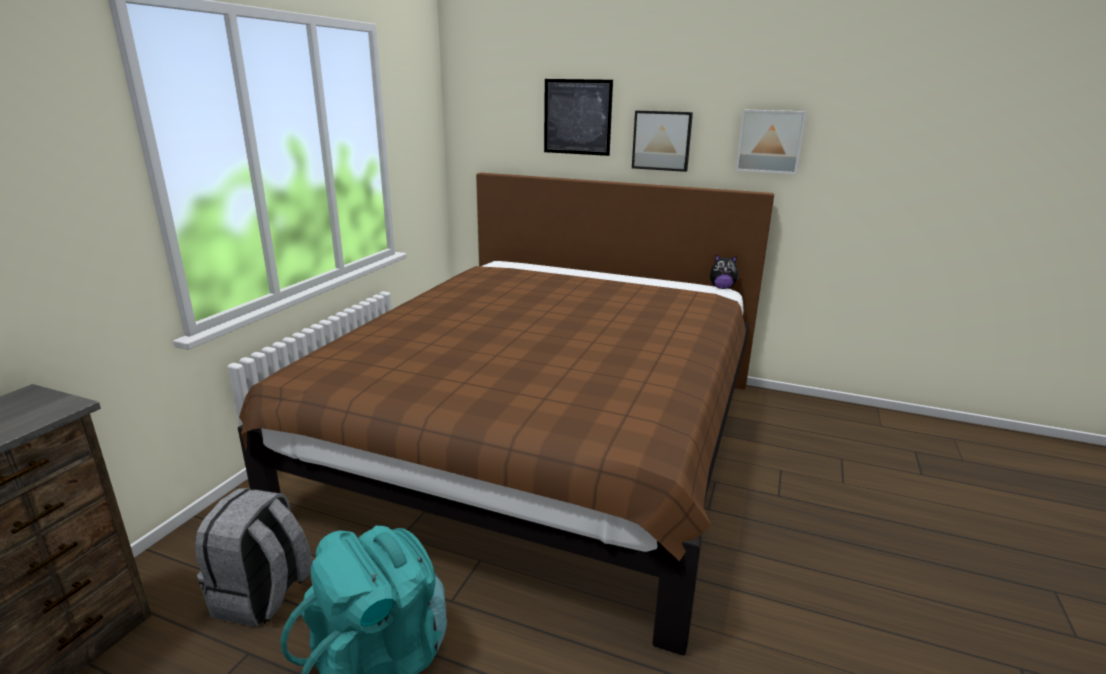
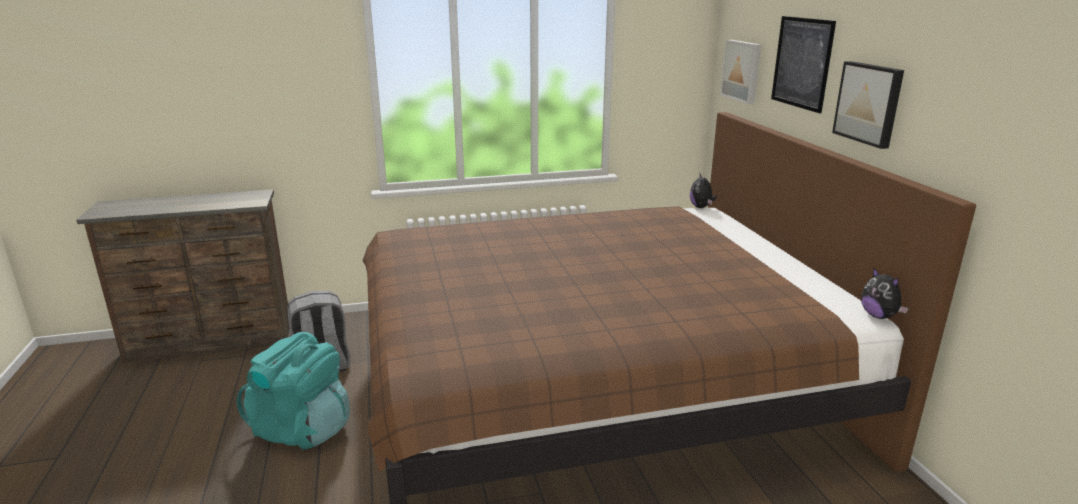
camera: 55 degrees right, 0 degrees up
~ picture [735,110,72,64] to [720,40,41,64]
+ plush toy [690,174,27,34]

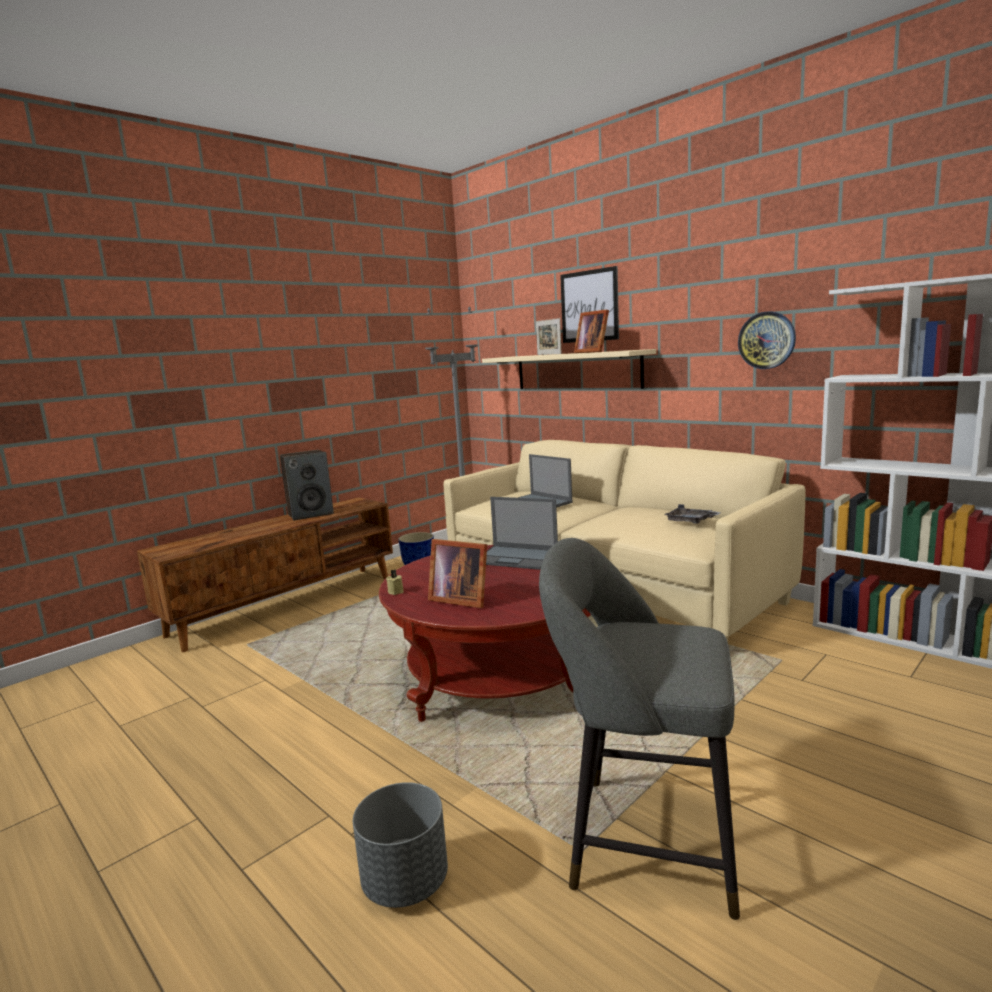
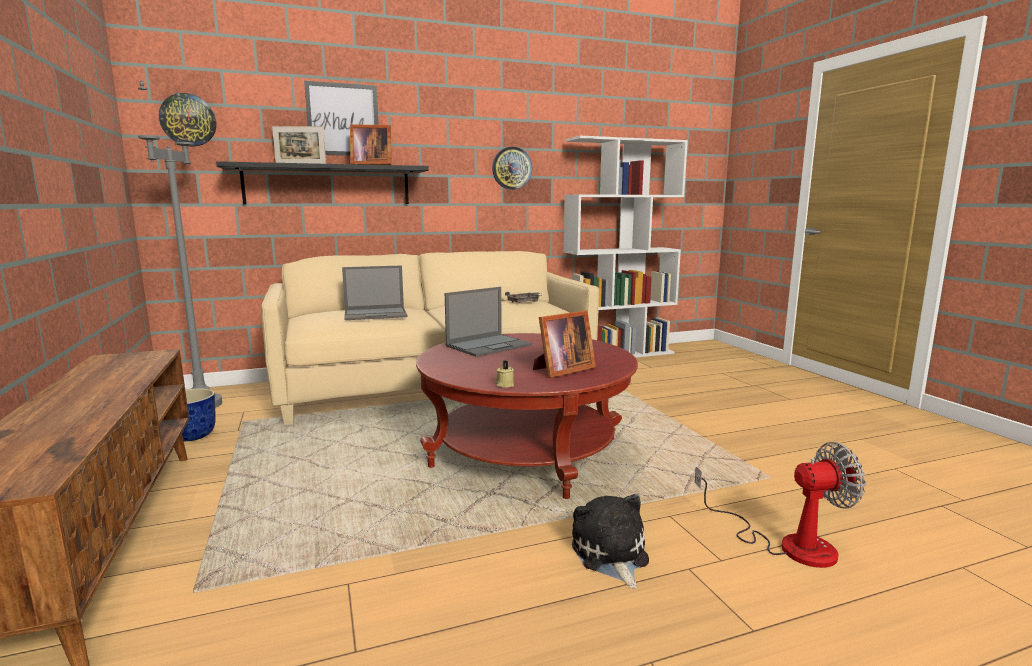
camera: 65 degrees left, 0 degrees up
- speaker [280,450,54,70]
~ grey planter [353,782,95,126] to fan [695,442,171,126]
~ beige shelf [482,349,174,40] to black shelf [216,161,213,43]
- grey stool [539,538,201,382]
+ wall clock [159,93,57,53]
+ plush toy [572,494,77,94]

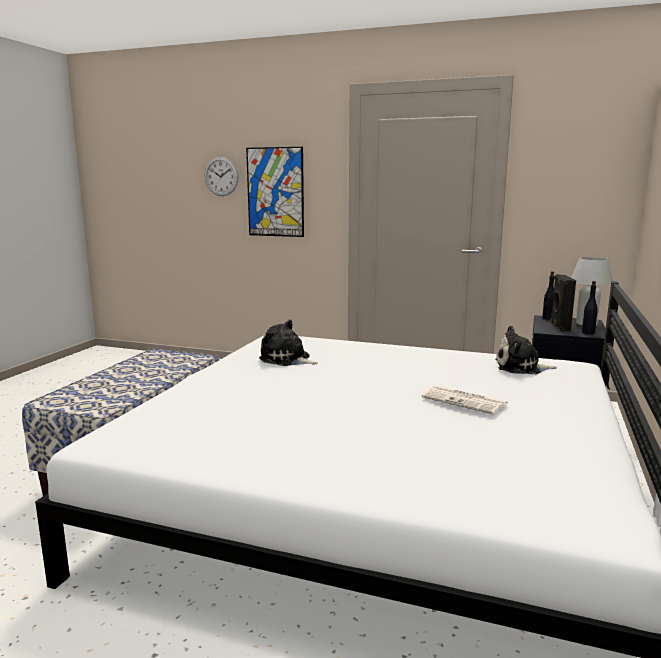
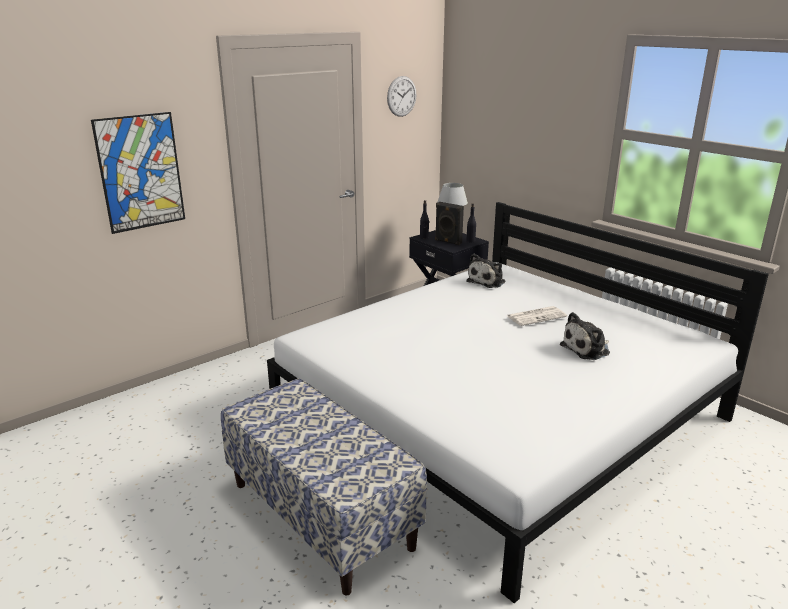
camera: 60 degrees left, 10 degrees up
~ wall clock [204,157,35,39] to [387,76,29,41]
~ plush toy [259,319,59,47] to [560,312,50,48]

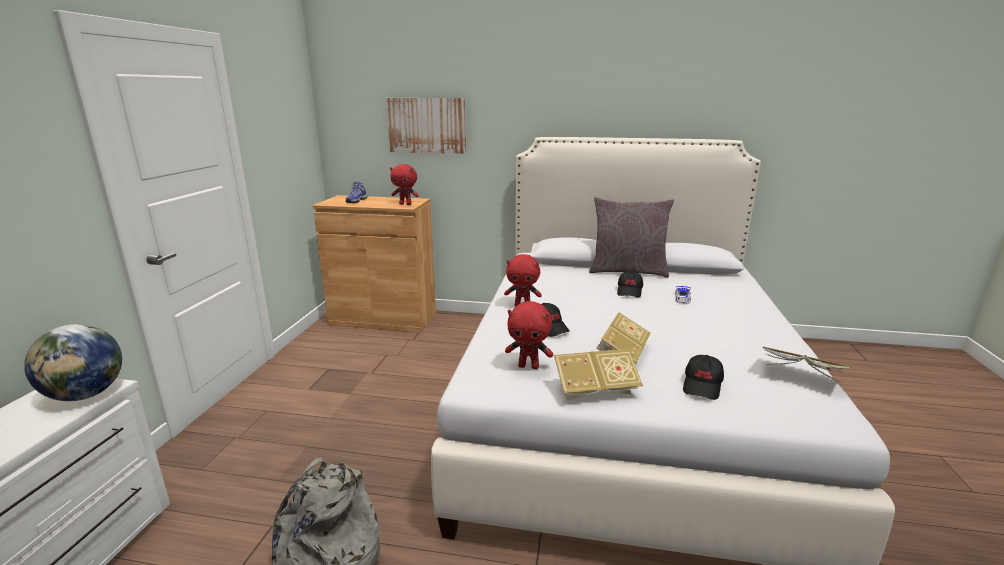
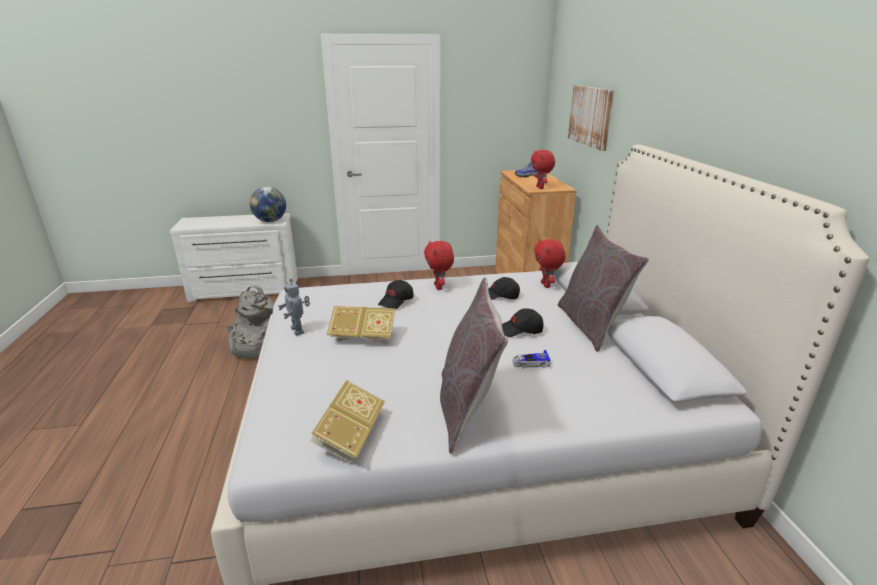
camera: 70 degrees right, 5 degrees up
~ red plush toy [505,301,48,68] to [534,239,31,49]
~ book [554,349,89,52] to toy robot [278,279,32,57]
~ black cap [683,355,41,45] to [488,277,32,23]
+ grey pillow [440,278,68,176]

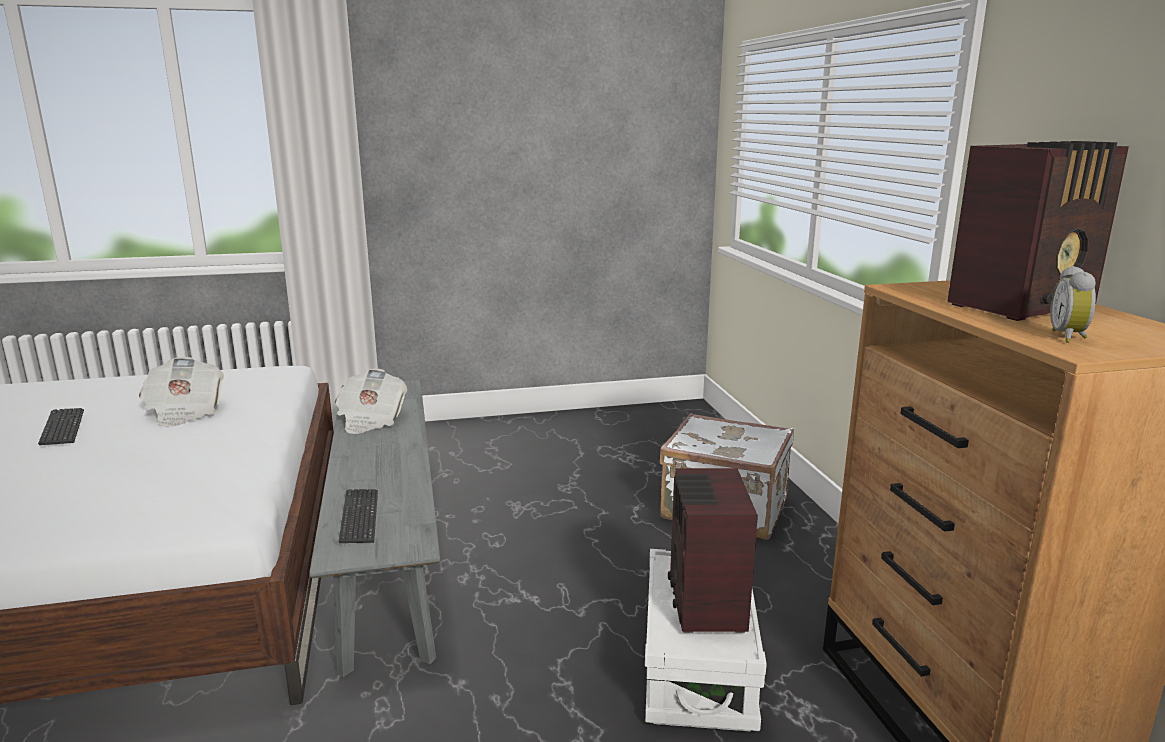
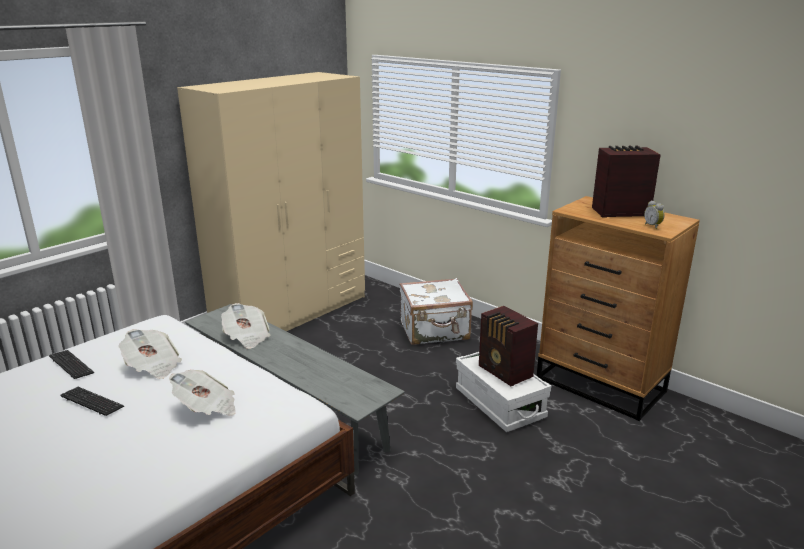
camera: 35 degrees left, 5 degrees up
~ keyboard [339,489,39,54] to [49,350,45,29]
~ radio [947,141,182,180] = [592,146,69,72] 120 degrees counterclockwise
+ newspaper [169,370,66,46]
+ beige wardrobe [177,72,188,259]

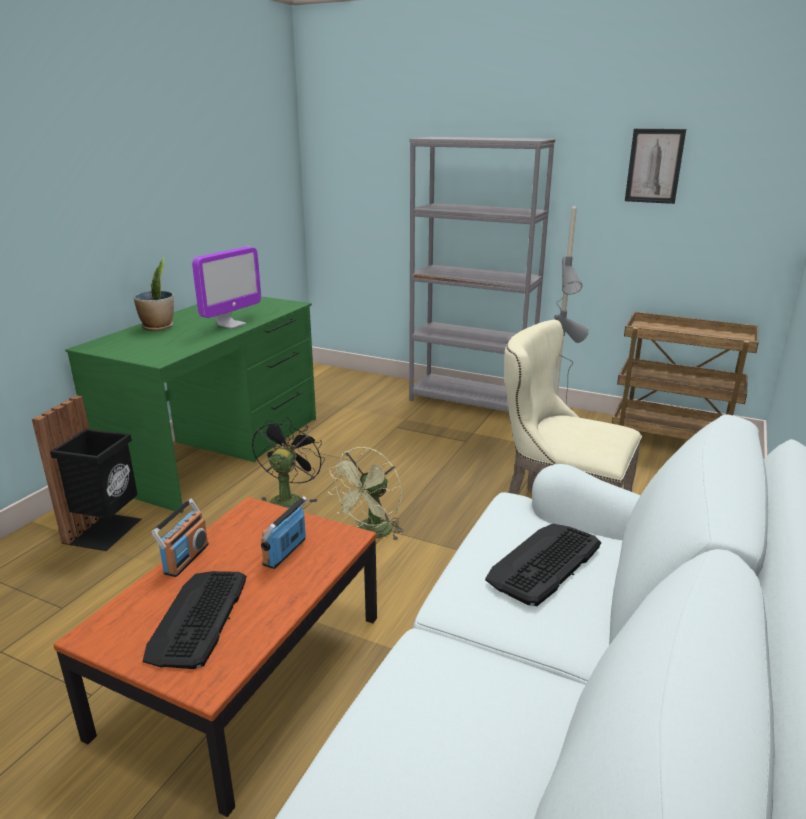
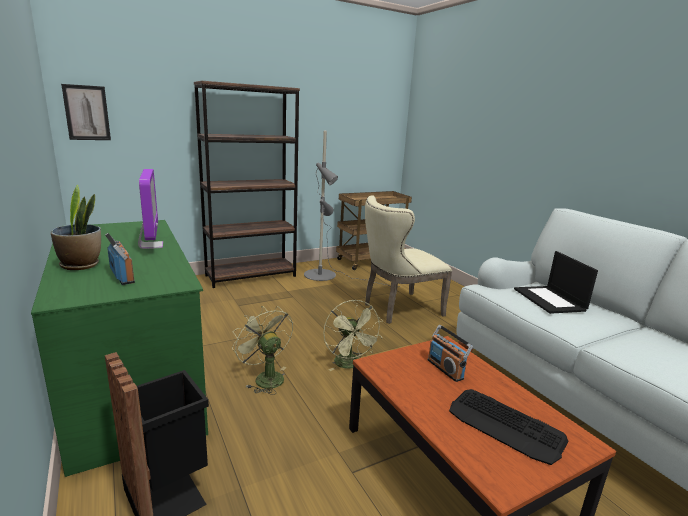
camera: 55 degrees left, 5 degrees down
~ radio [151,499,58,78] to [105,233,30,52]
~ black fan [252,417,73,91] to green fan [232,306,61,89]
~ grey bookcase [409,137,147,275] to brown bookcase [194,81,106,207]
~ keyboard [485,524,116,82] to laptop [514,251,84,63]
~ picture [625,129,61,75] to [61,84,50,56]

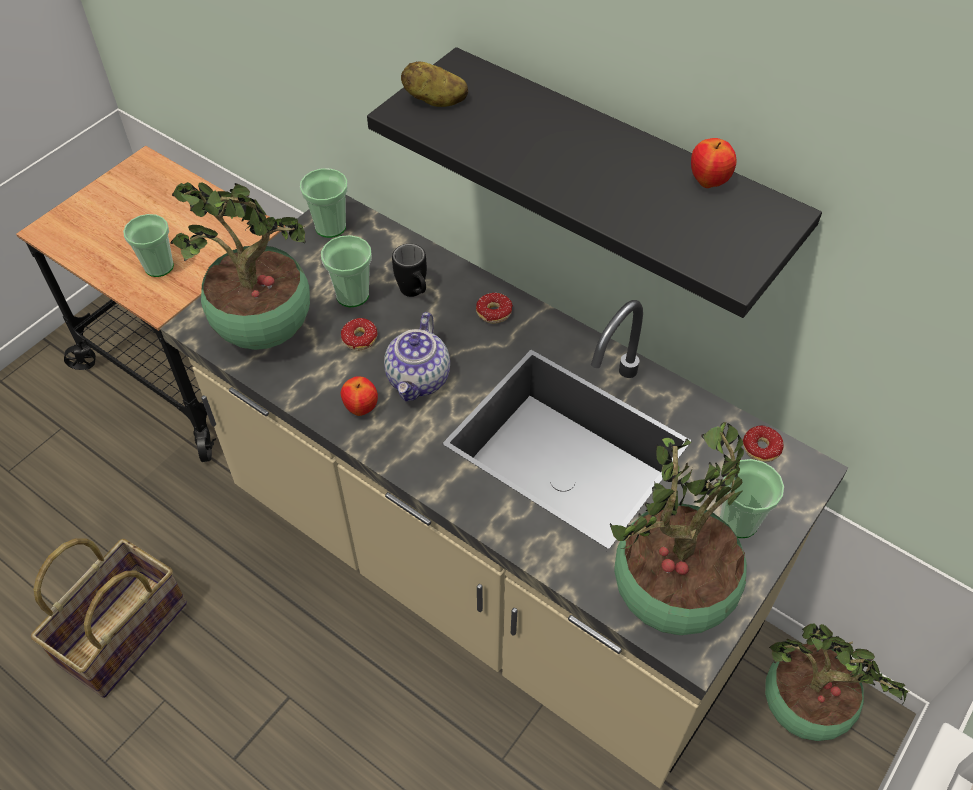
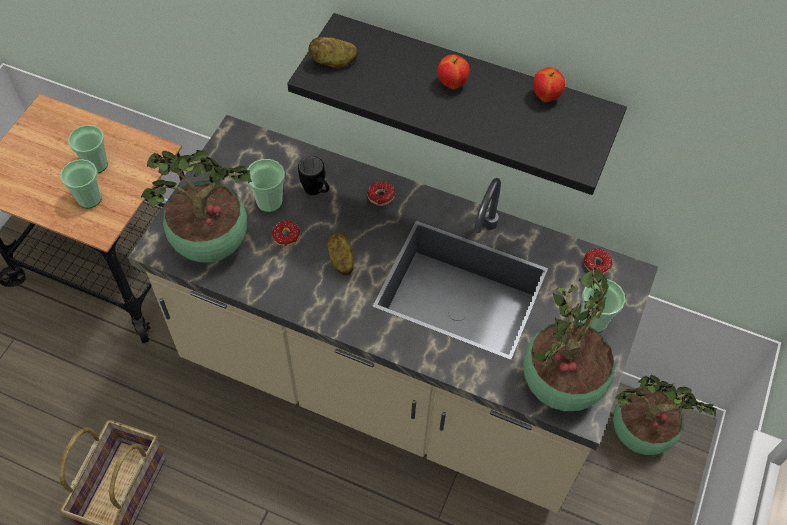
camera: 15 degrees left, 5 degrees up
~ cup [300,168,48,70] to [68,125,40,48]
~ apple [341,376,37,40] to [438,54,32,35]
~ teapot [384,312,66,89] to potato [328,232,26,43]

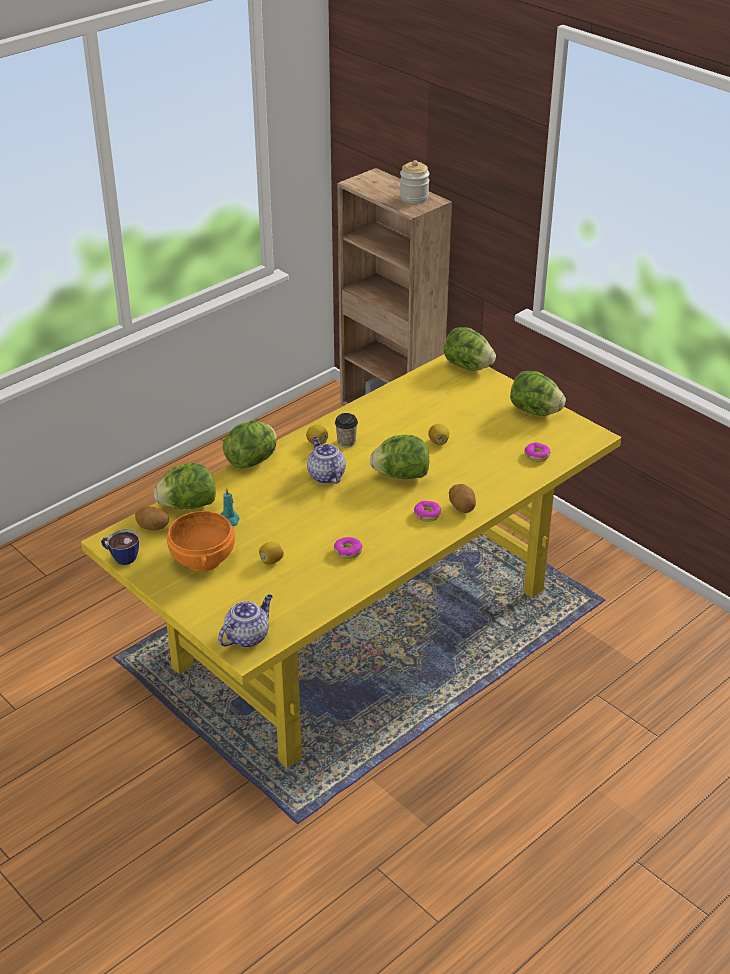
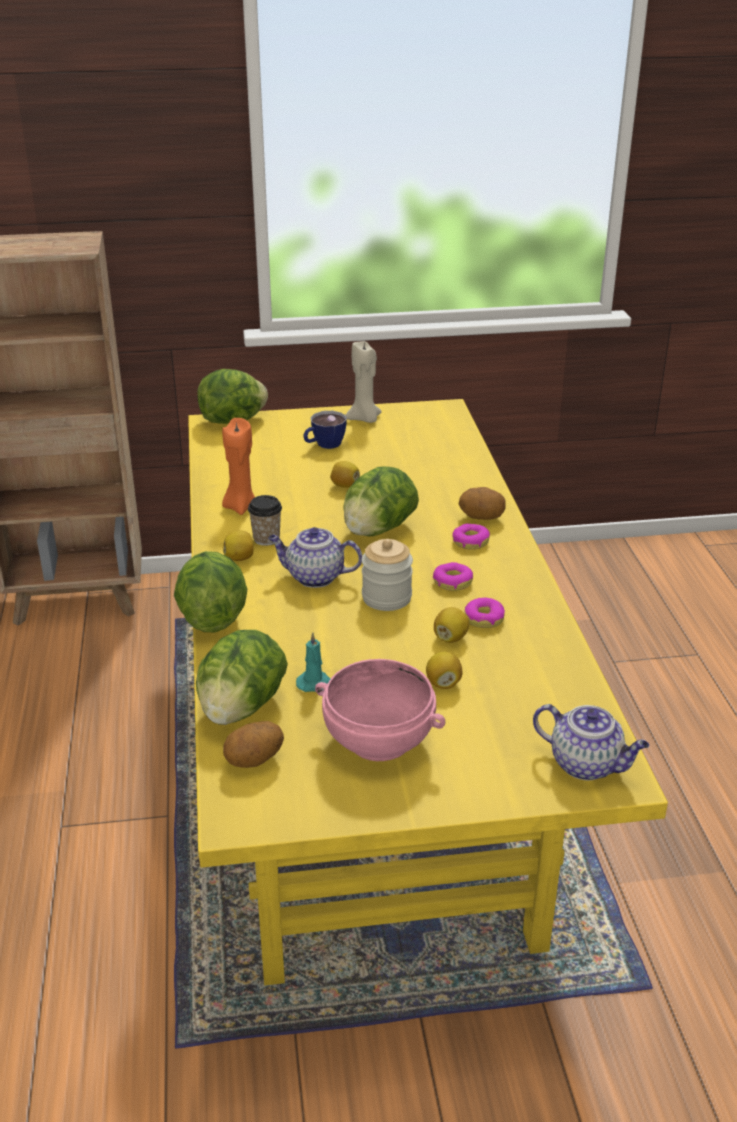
camera: 55 degrees left, 5 degrees down
~ cup [101,529,38,36] to [303,411,44,38]
~ orange bowl [167,511,68,61] to pink bowl [315,659,130,102]
~ teapot [218,594,55,54] = [533,704,116,76] 135 degrees clockwise
~ jar [400,160,30,44] to [362,539,51,72]
~ lettuce [510,371,56,45] to beige candle [346,341,36,82]
~ donut [524,442,27,20] to [433,562,40,29]
+ orange candle [222,418,33,97]
+ lemon [434,607,35,36]

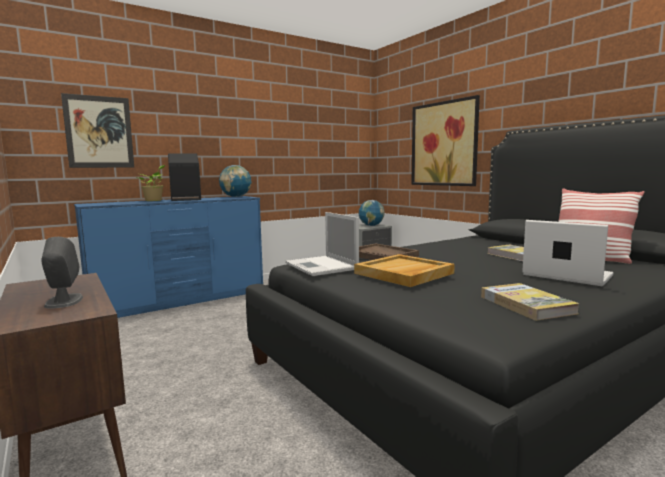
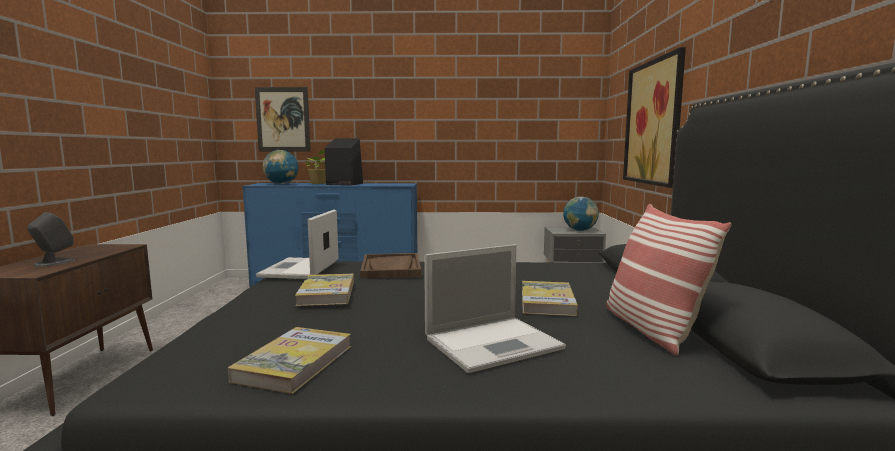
camera: 35 degrees right, 0 degrees up
~ globe [219,165,33,32] to [263,150,36,34]
~ beige tray [354,254,101,33] to book [295,274,59,32]
~ laptop [522,220,91,66] = [424,244,142,129] 75 degrees clockwise

